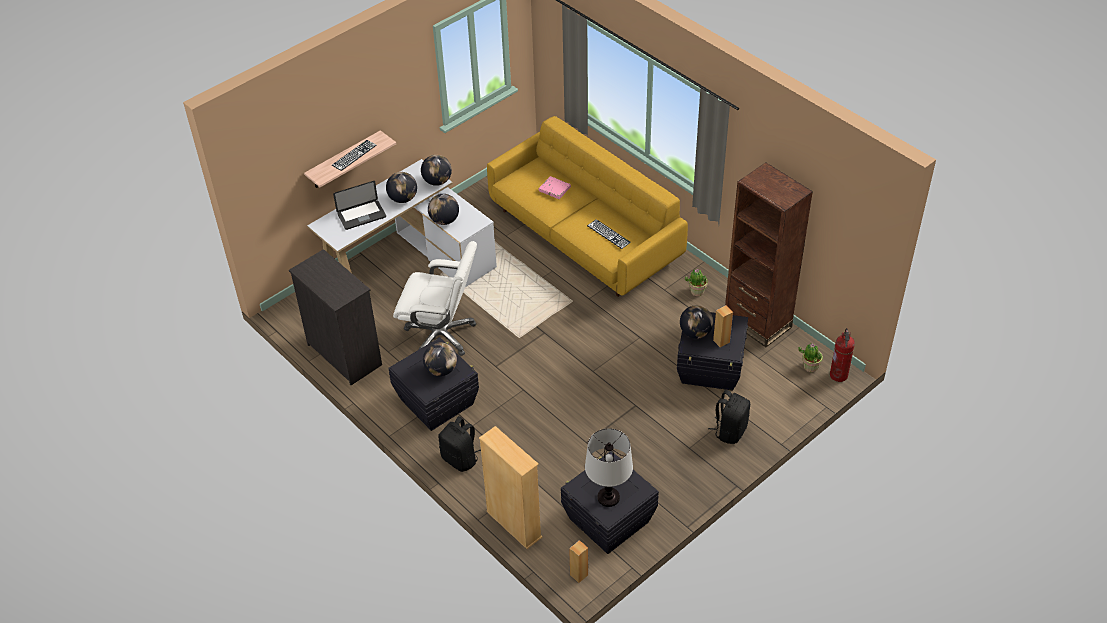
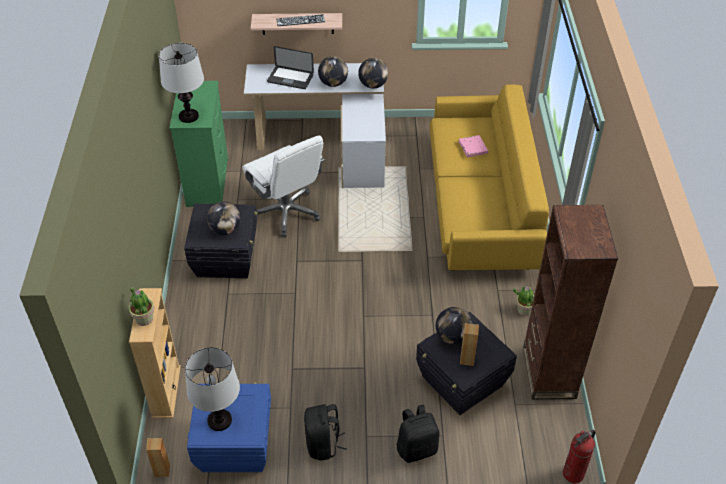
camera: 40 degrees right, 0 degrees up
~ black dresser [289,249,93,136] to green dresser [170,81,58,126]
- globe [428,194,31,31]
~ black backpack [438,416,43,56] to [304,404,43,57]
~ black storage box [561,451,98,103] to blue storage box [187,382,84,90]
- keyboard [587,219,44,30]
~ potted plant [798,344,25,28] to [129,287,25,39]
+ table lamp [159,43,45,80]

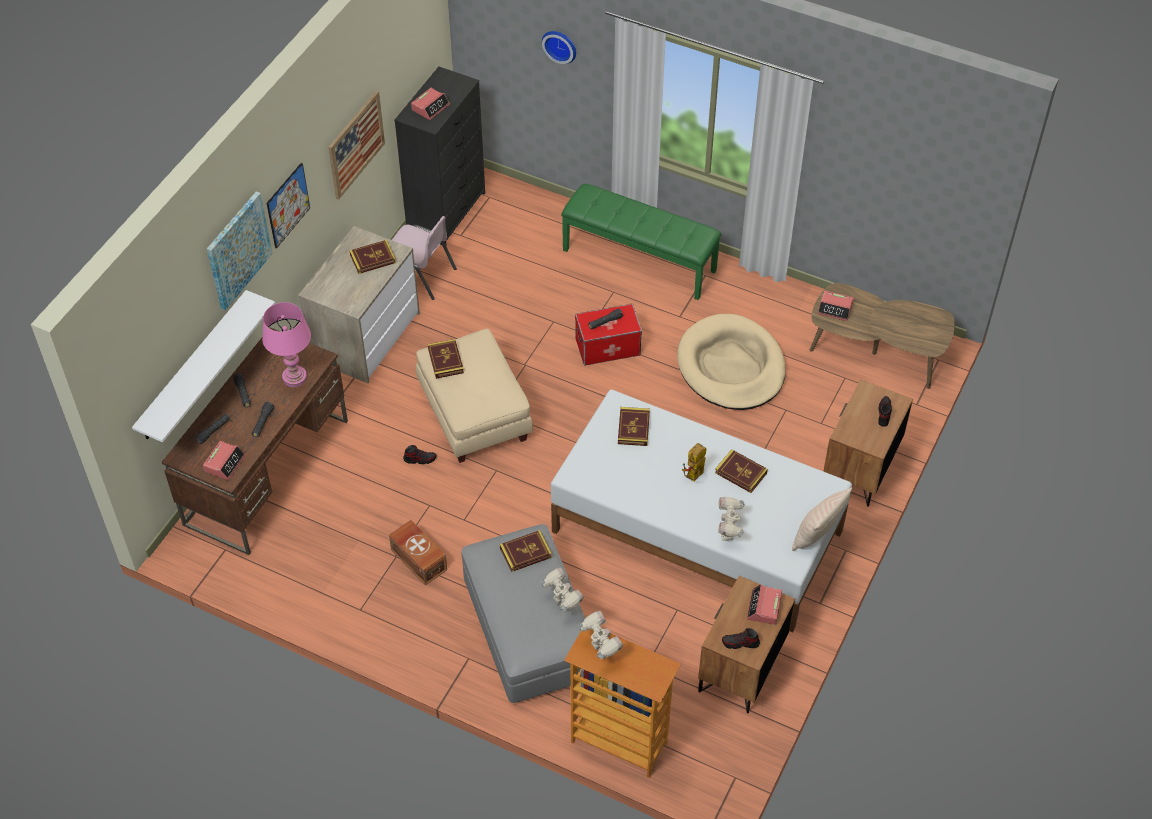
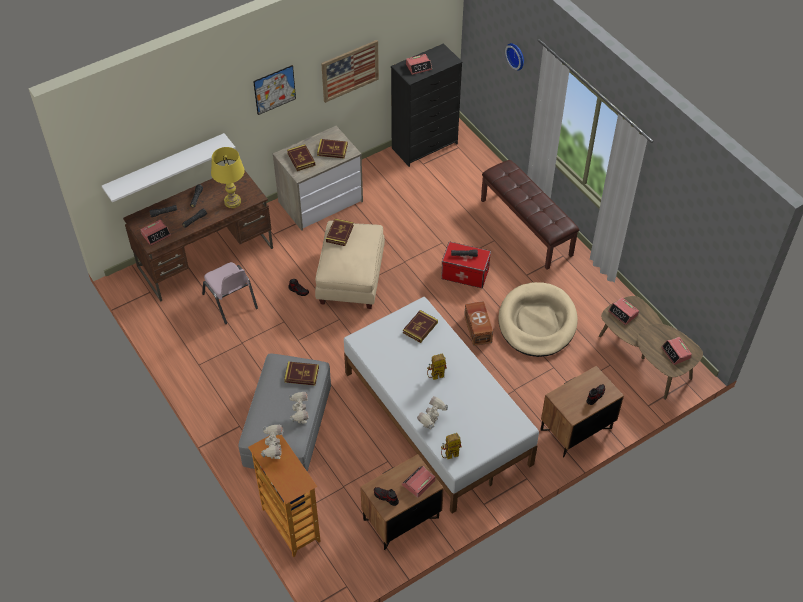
camera: 30 degrees right, 0 degrees up
- picture [207,191,66,119]
~ pink table lamp [262,302,49,85] to yellow table lamp [211,147,34,61]
~ brown storage box [389,520,58,66] to [464,301,29,45]
~ pink chair [392,216,65,84] to [202,262,56,62]
~ green bench [561,184,161,116] to brown bench [481,160,98,110]
~ book [715,449,53,44] to [287,144,29,27]
- beige pillow [792,487,60,64]
+ toy robot [441,433,21,26]
+ alarm clock [661,337,31,28]

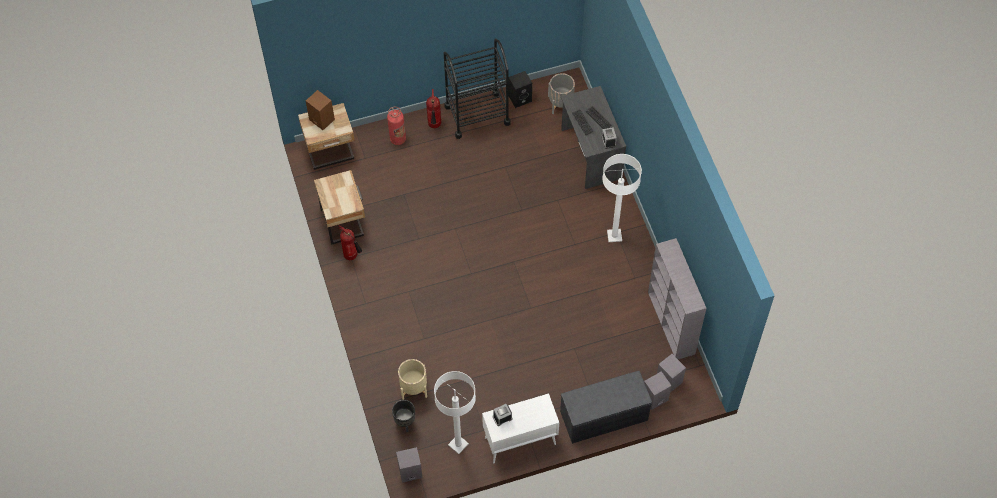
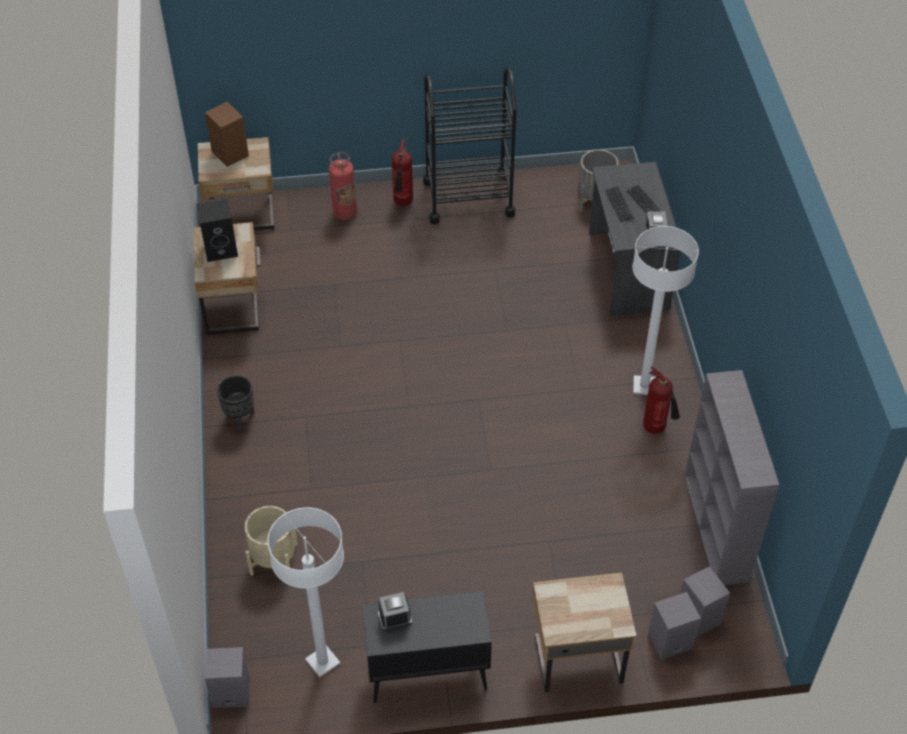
camera: 10 degrees right, 10 degrees down
~ fire extinguisher [338,225,24,35] to [643,367,37,67]
~ black planter [392,400,23,32] to [217,375,37,56]
~ white cabinet [482,393,77,70] to black cabinet [362,591,130,112]
~ black speaker [509,71,23,37] to [196,199,42,63]
~ grey bench [560,371,92,73] to beige nightstand [532,572,105,120]

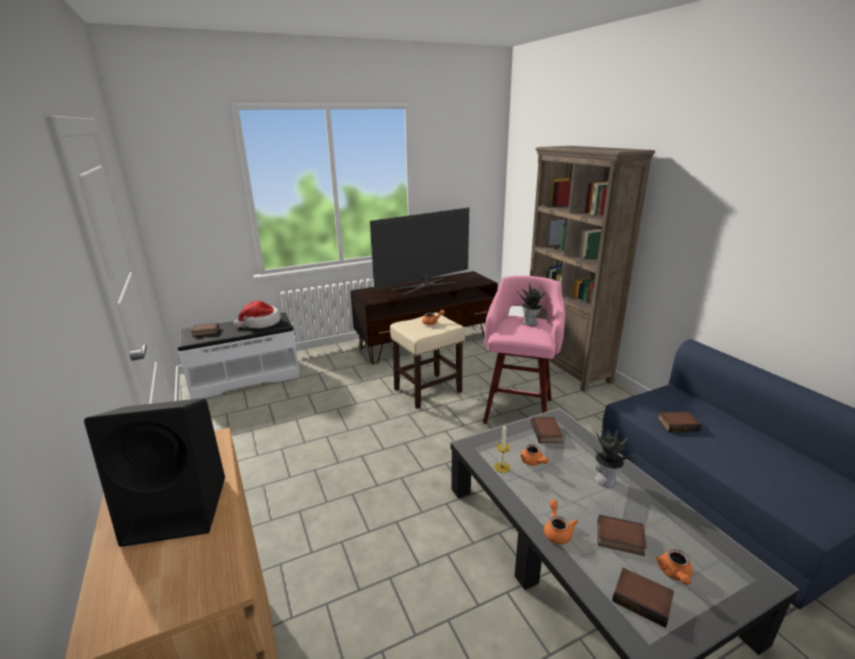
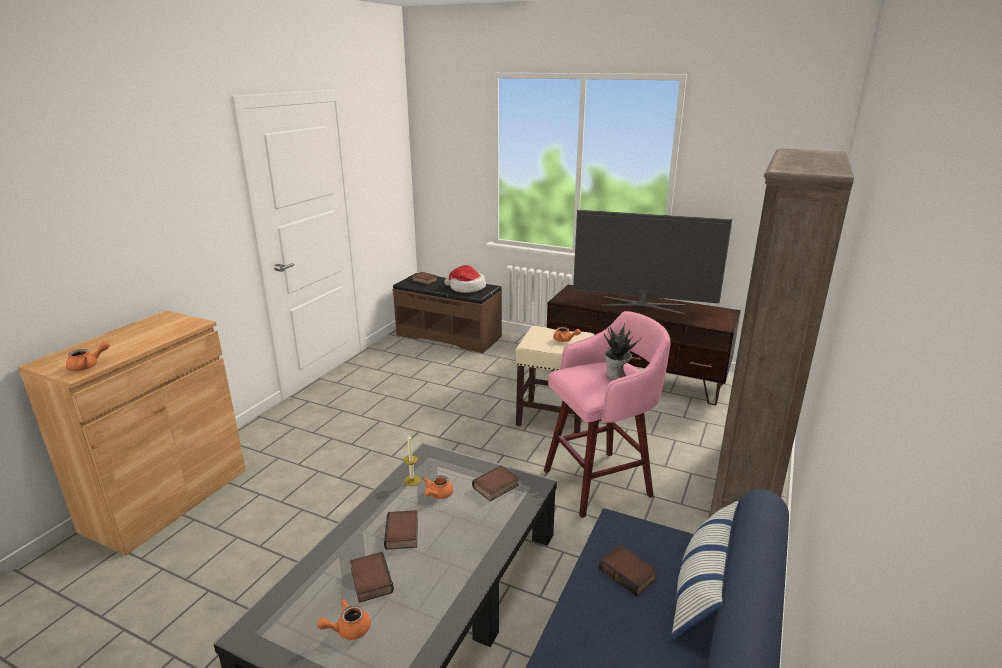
camera: 50 degrees right, 0 degrees up
- black speaker [84,398,141,149]
~ white bench [178,312,122,87] to brown bench [392,273,110,80]
~ orange teapot [544,500,34,45] to [66,341,44,30]
- potted plant [594,429,44,59]
~ book [612,568,62,60] to [384,510,34,40]
+ pillow [670,499,70,144]

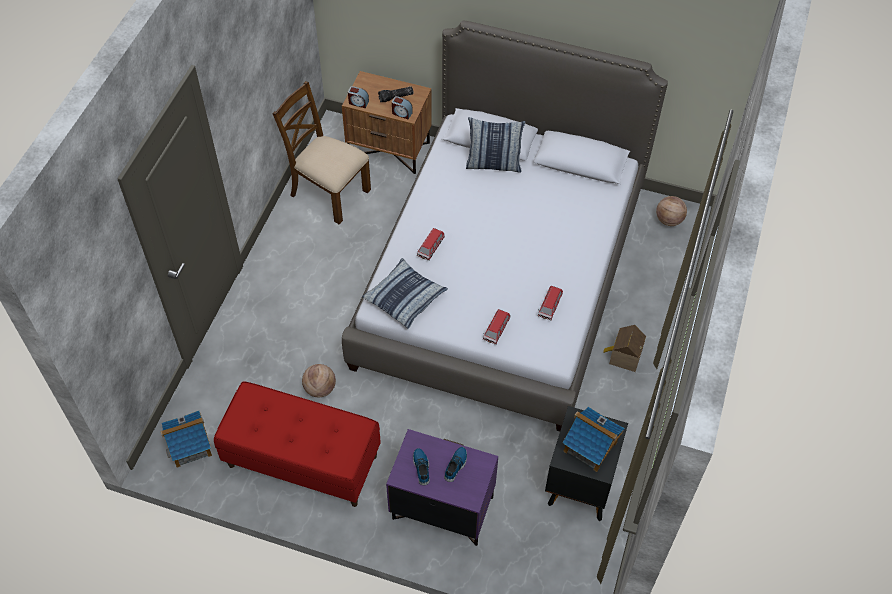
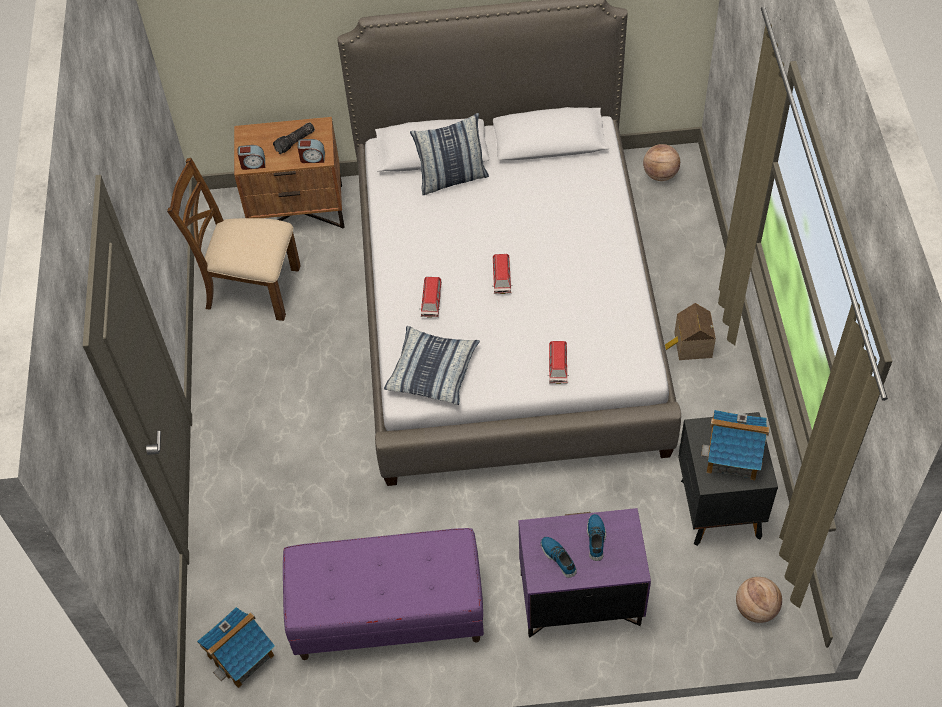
camera: 20 degrees left, 0 degrees up
~ red bench [214,381,167,126] to purple bench [283,528,201,132]
~ basketball [302,364,34,33] to [736,577,46,46]
~ toy car [538,286,25,34] to [493,254,19,40]

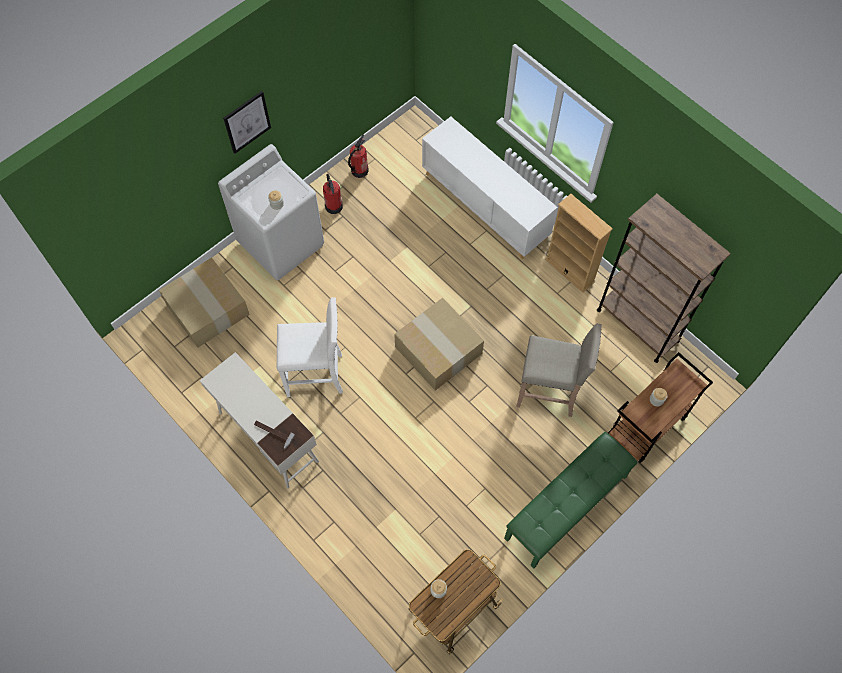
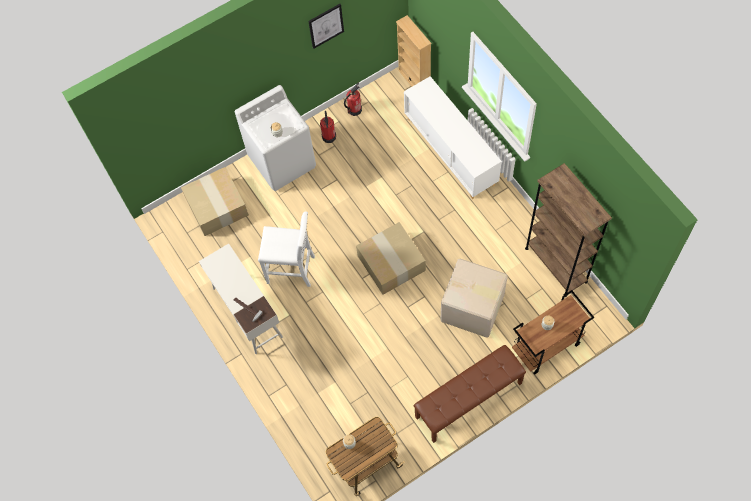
camera: 15 degrees right, 0 degrees up
~ picture [223,91,48,63] to [308,4,36,45]
~ green bench [504,432,134,136] to brown bench [414,345,112,98]
~ beige stool [516,323,86,94] to cardboard box [440,259,68,79]
~ beige bookcase [545,194,68,99] to [396,15,35,71]

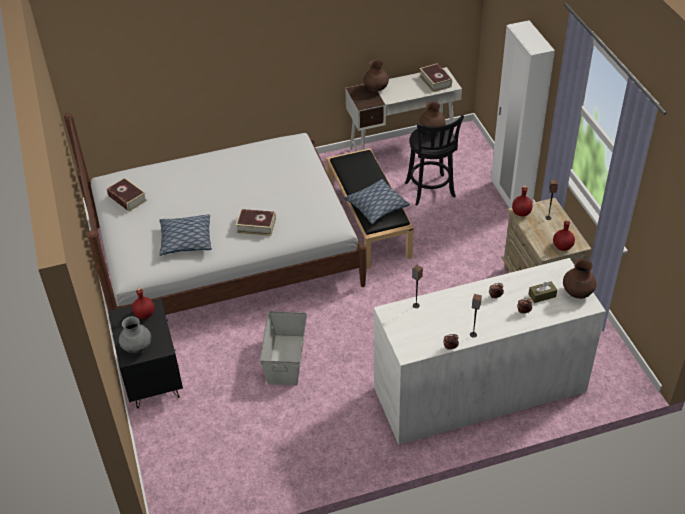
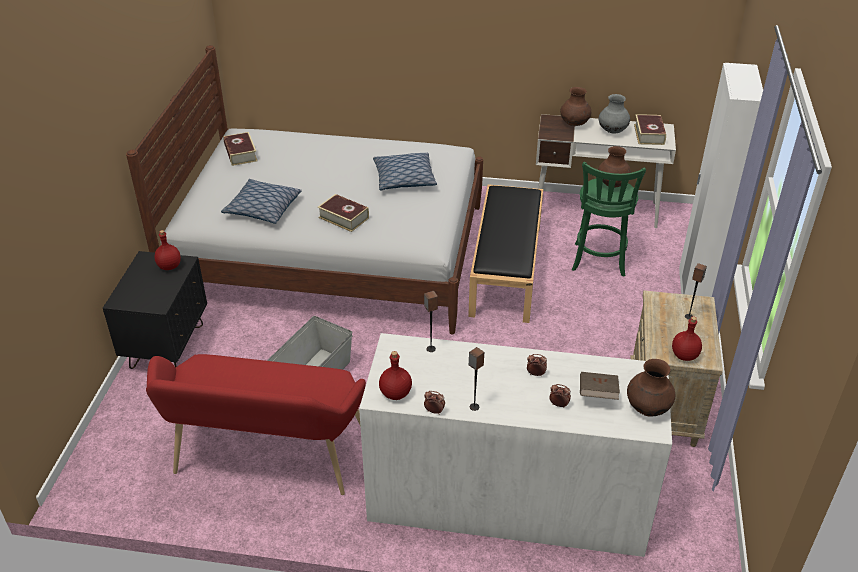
camera: 25 degrees right, 5 degrees down
~ grey vase [119,316,32,37] to [599,94,31,39]
~ pillow [344,179,66,45] to [373,153,64,38]
~ black stool [405,114,59,91] to green stool [572,162,74,115]
~ red bottle [512,185,21,31] to [379,351,33,49]
~ brown tissue box [529,281,28,22] to brown book [580,372,40,28]
+ red bench [146,354,220,141]

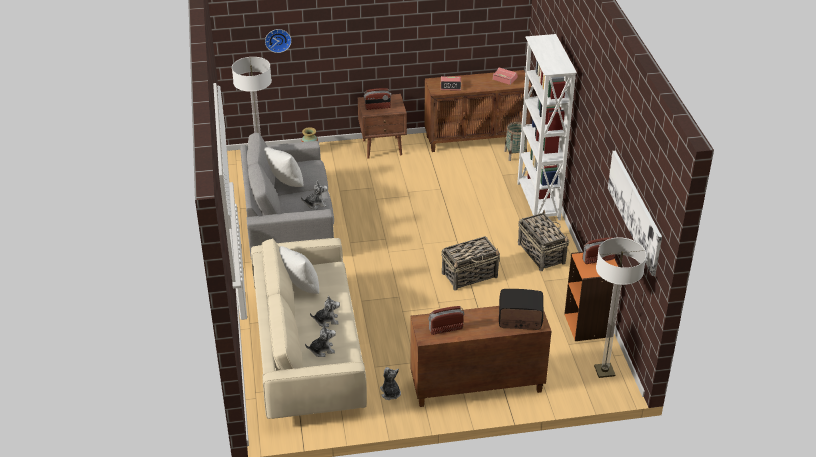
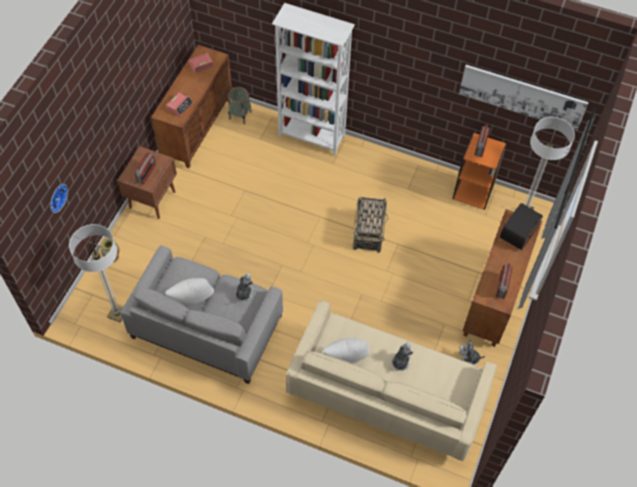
camera: 60 degrees left, 20 degrees up
- plush toy [305,325,31,32]
- basket [518,210,52,61]

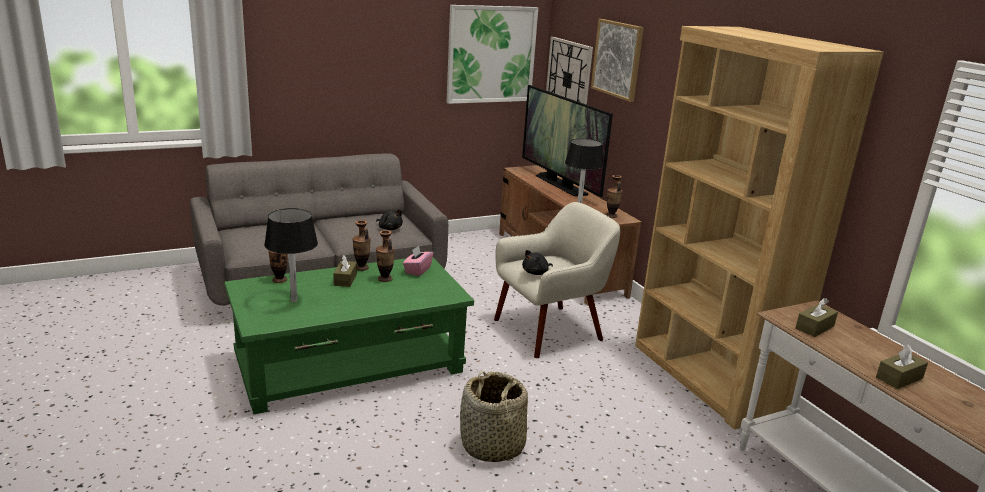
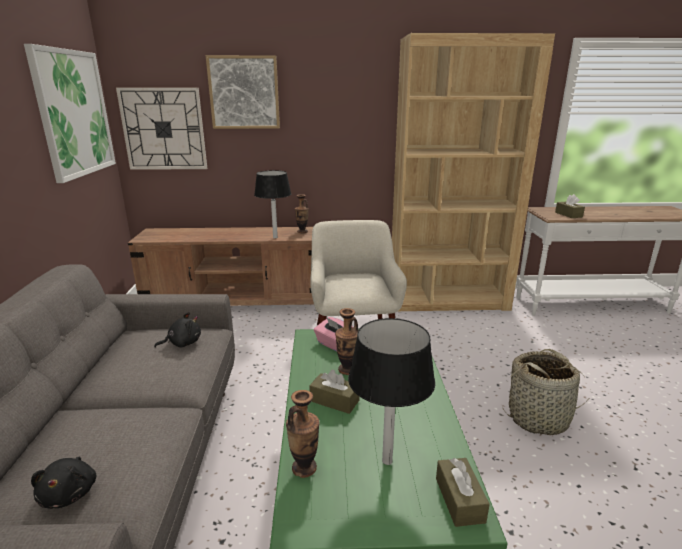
camera: 65 degrees left, 0 degrees up
- vase [352,220,19,51]
- television [522,85,91,112]
~ black plush toy [522,250,31,25] to [31,457,66,52]
~ brown tissue box [876,344,52,45] to [436,458,54,69]

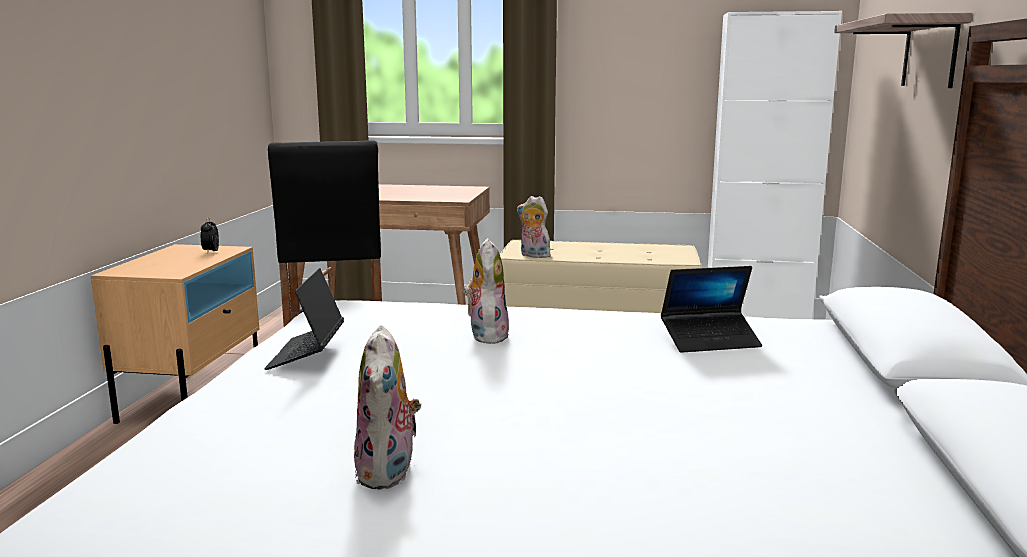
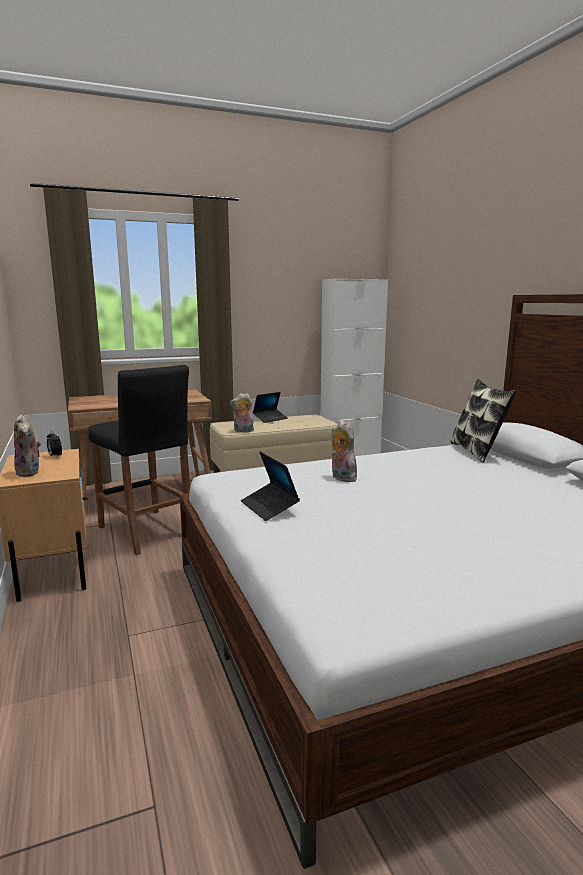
camera: 30 degrees left, 0 degrees up
~ plush toy [354,326,67,163] to [14,414,27,63]
~ laptop [661,266,101,87] to [253,392,35,31]
- shelf [834,13,138,75]
+ pillow [450,379,66,84]

